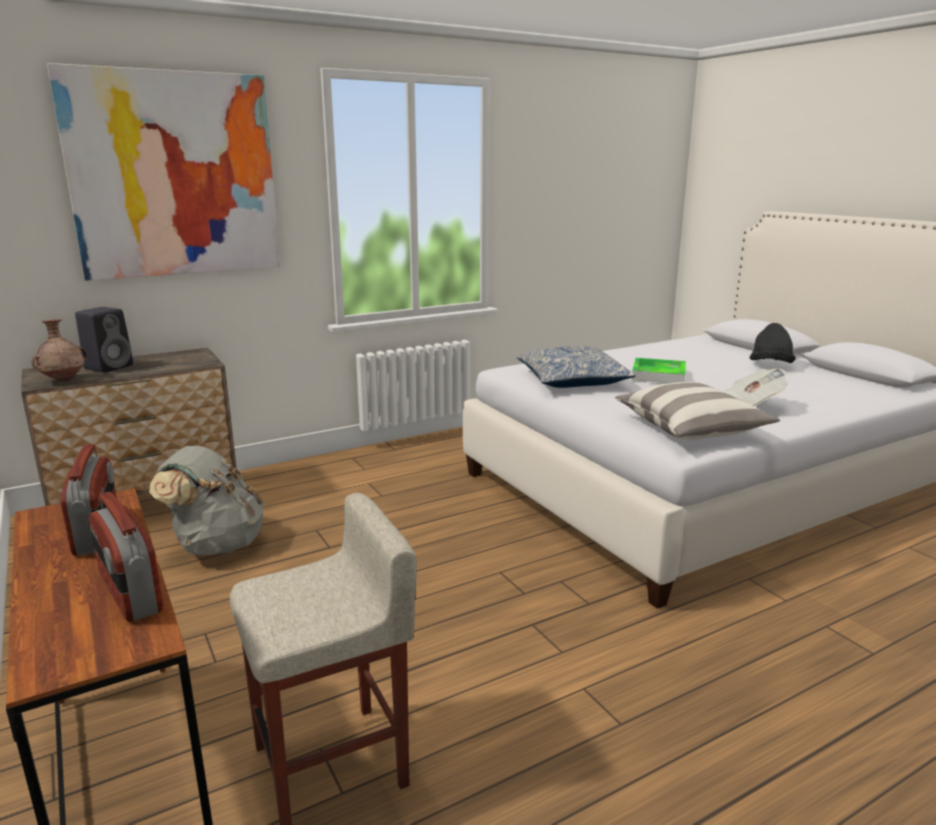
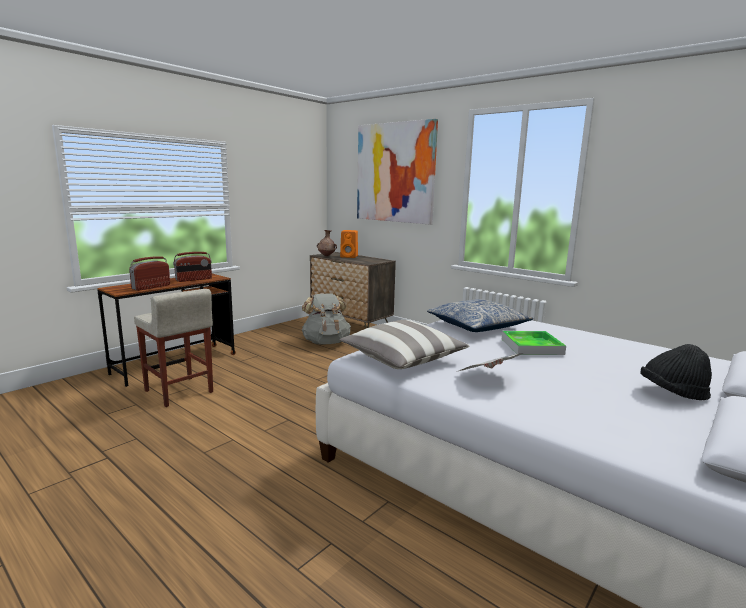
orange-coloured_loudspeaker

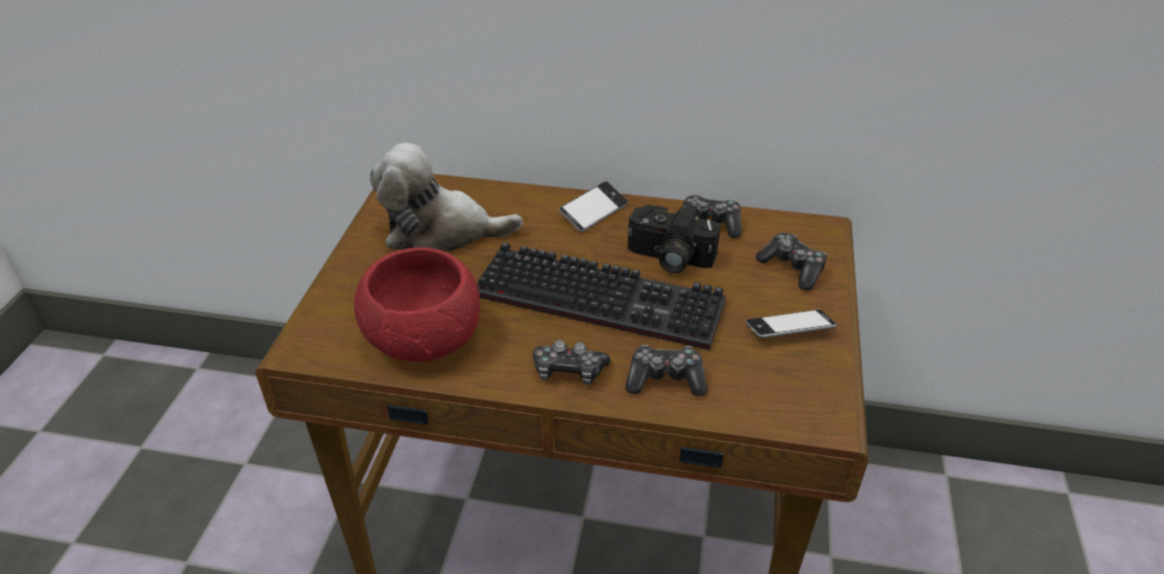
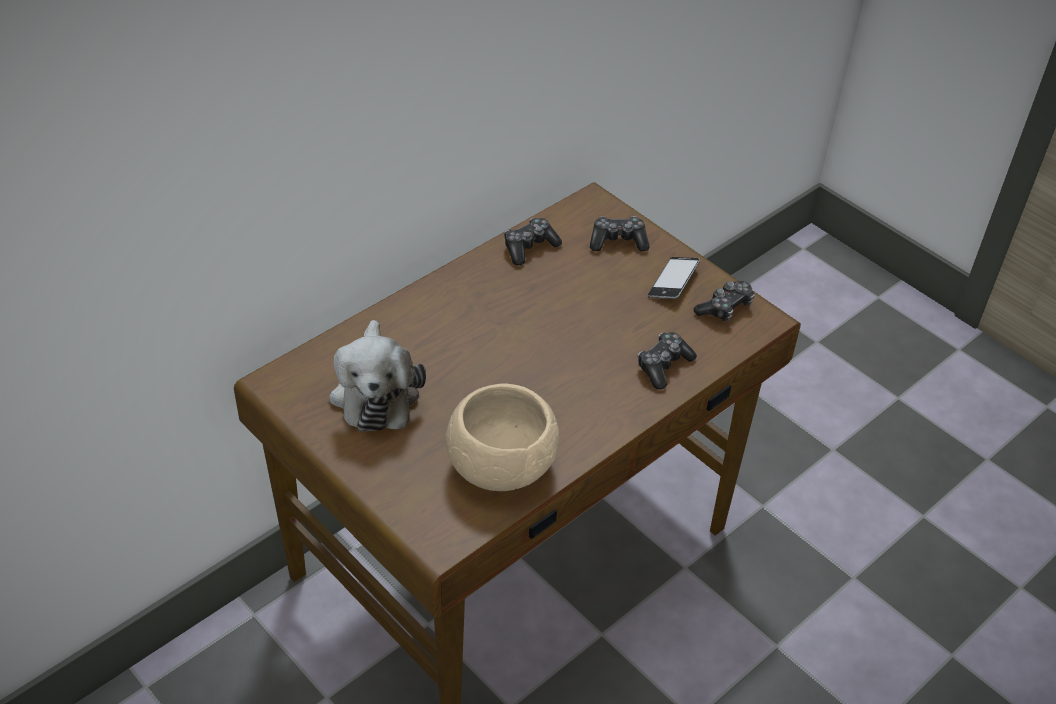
beige_bowl; soft_toy; PC_keyboard; game_controller (4th from left); telephone (1st from left in the first image); photo_camera

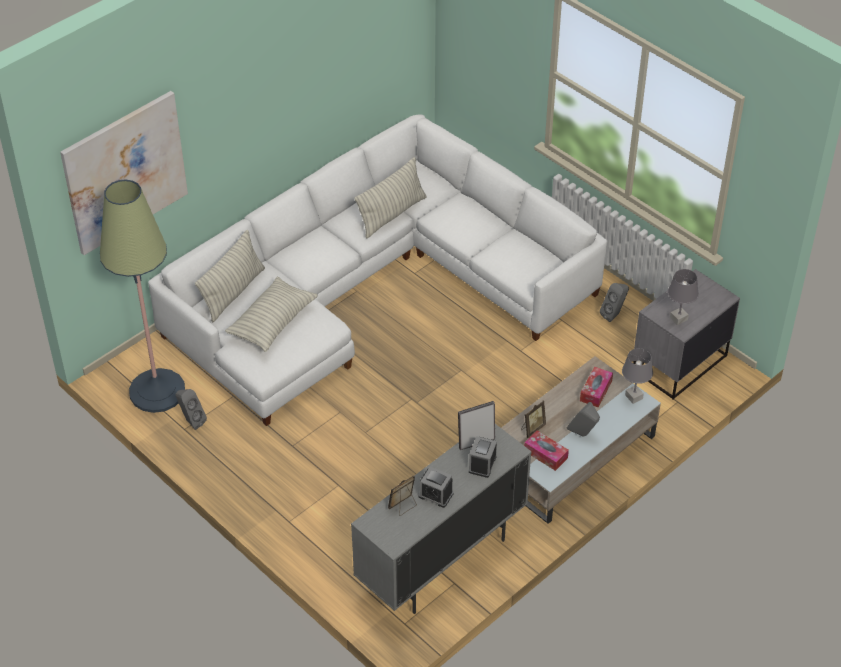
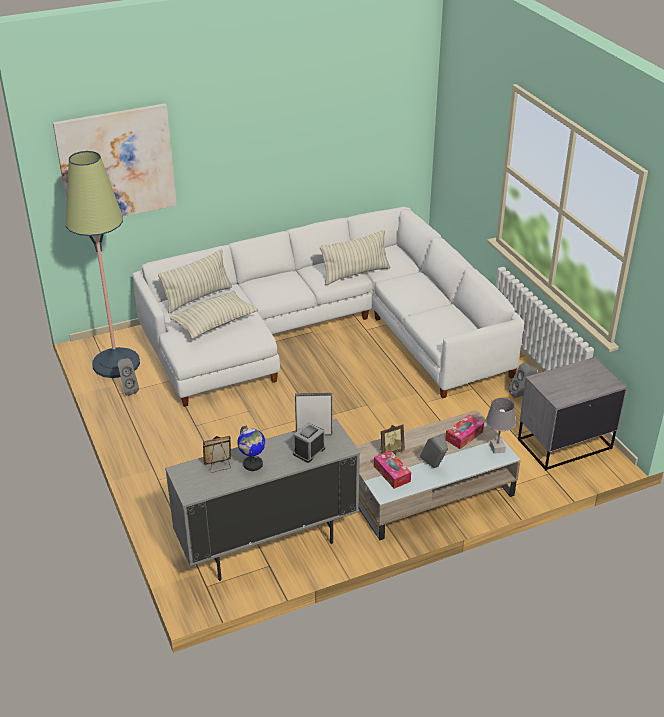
desk_globe; grey_lamp_for_a_table (2nd from left in the first image)

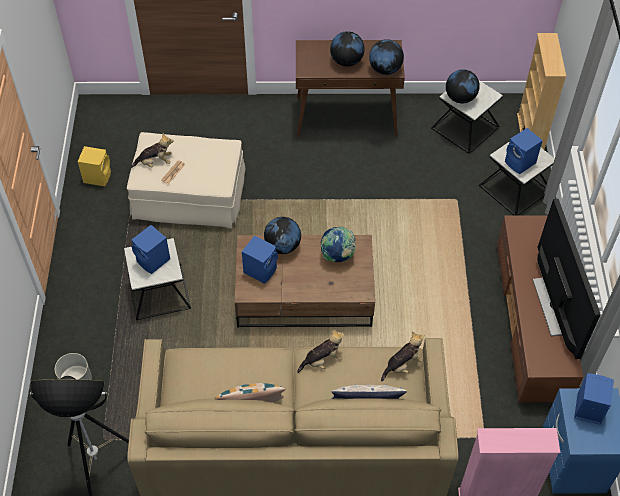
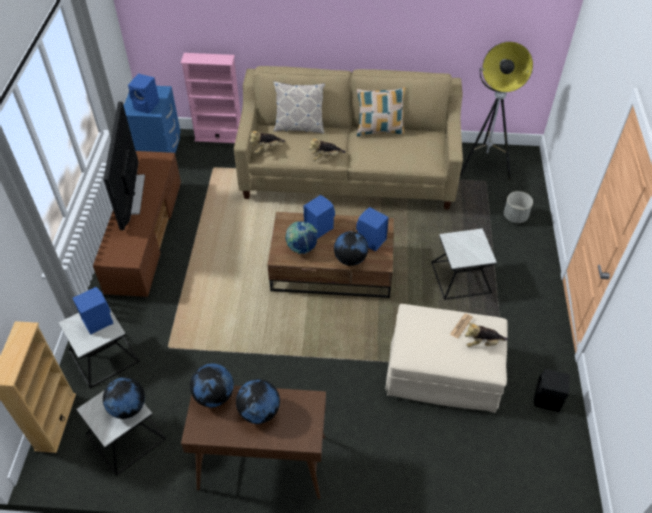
blackish_loudspeaker; bluish_loudspeaker (3rd from left)

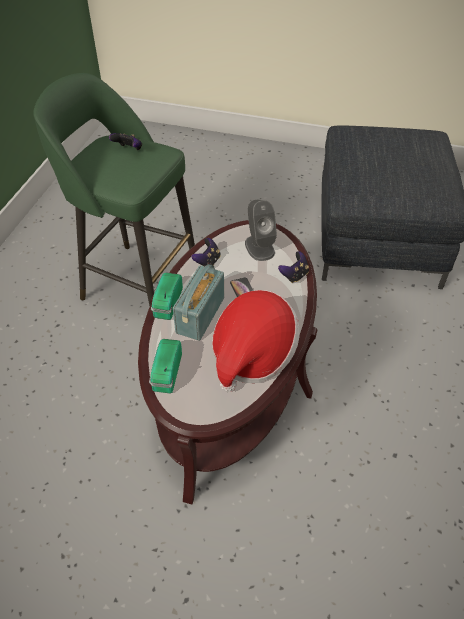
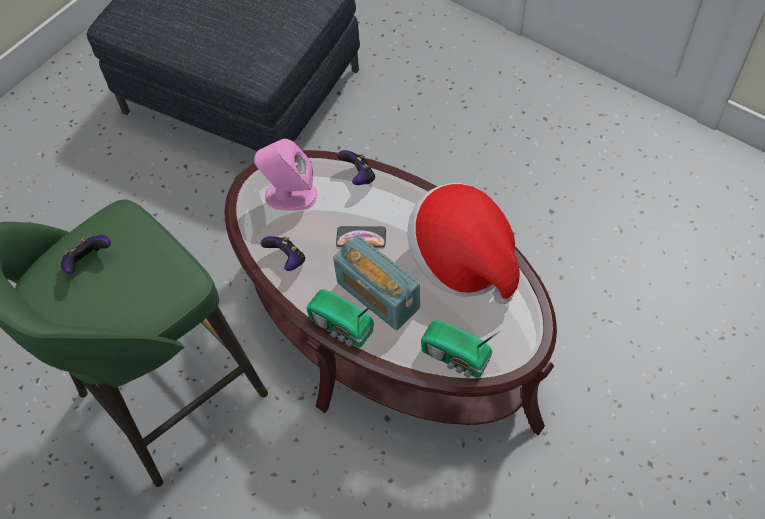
pinkish_loudspeaker

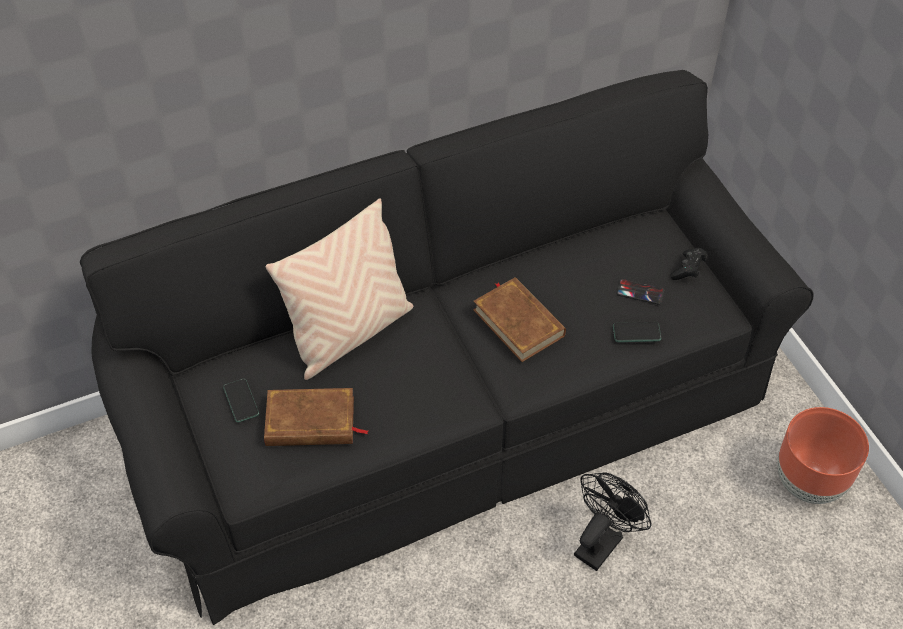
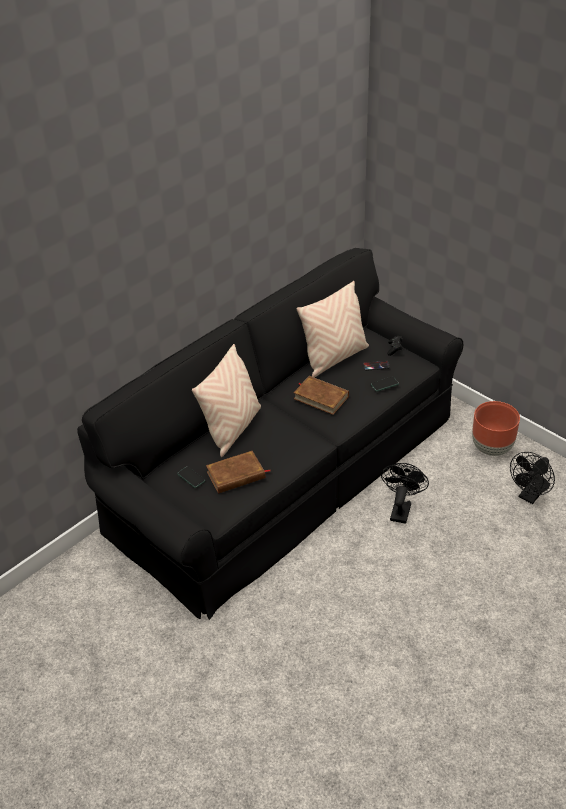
beige_throw_pillow (2nd from left); blackish_electric_fan (2nd from left)

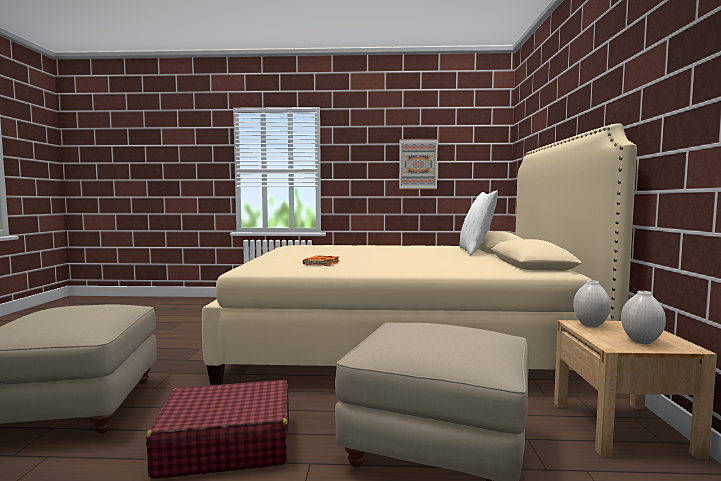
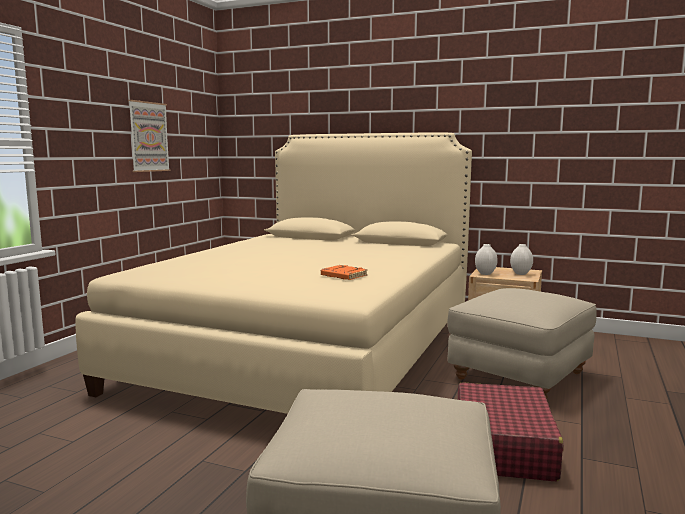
whitish_throw_pillow

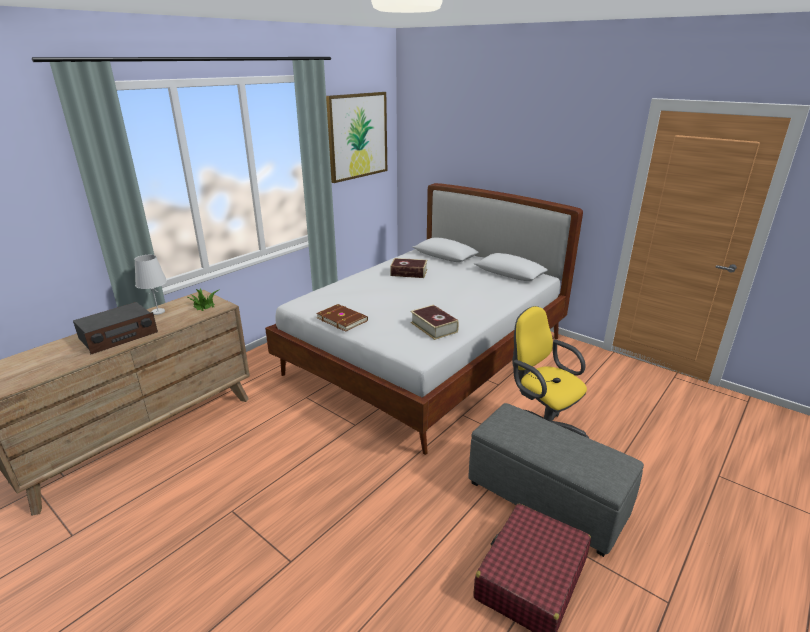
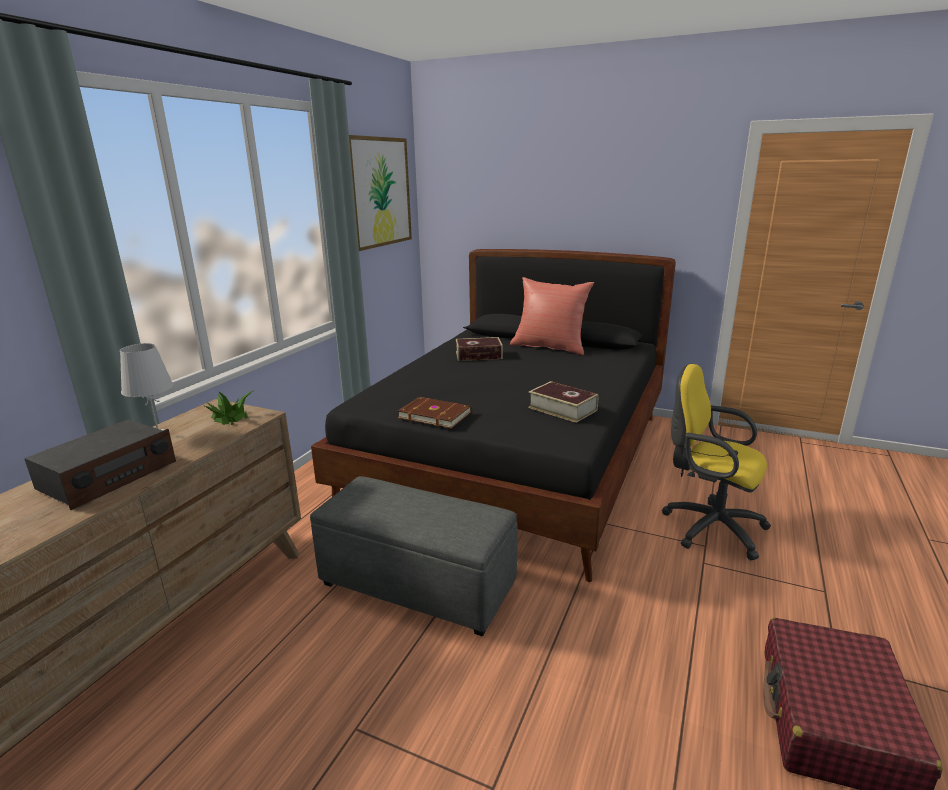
blackish_bedroom_bed; grey_ottoman; red-coloured_throw_pillow

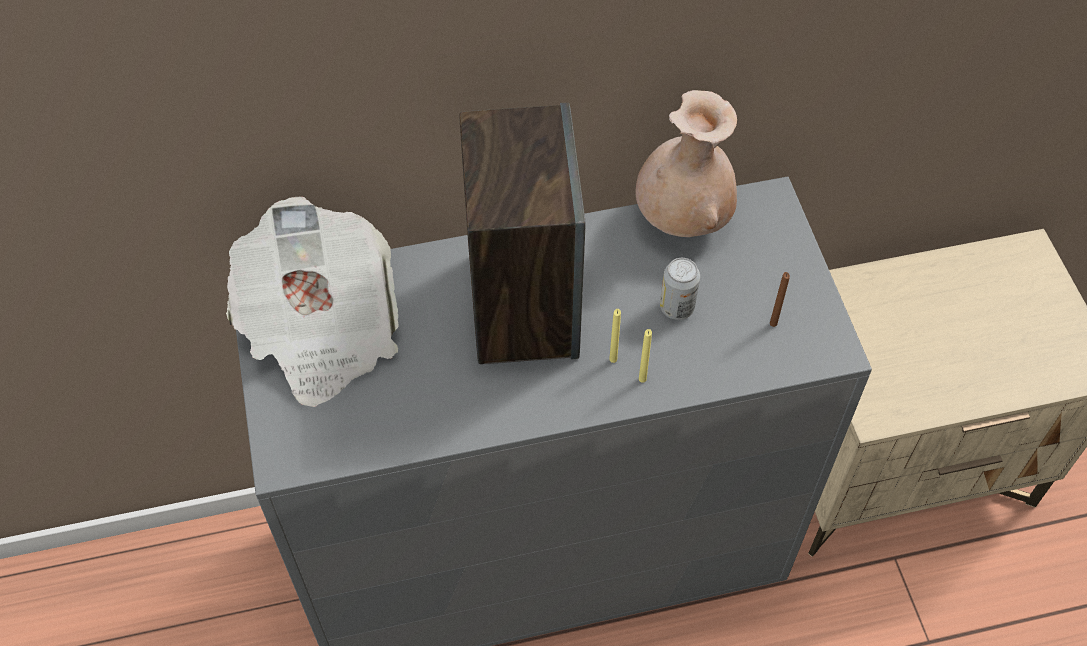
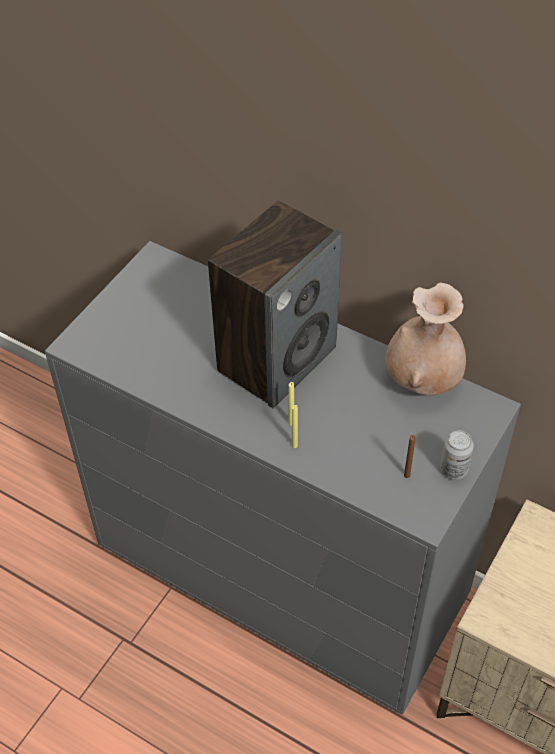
printed_paper; metal_can

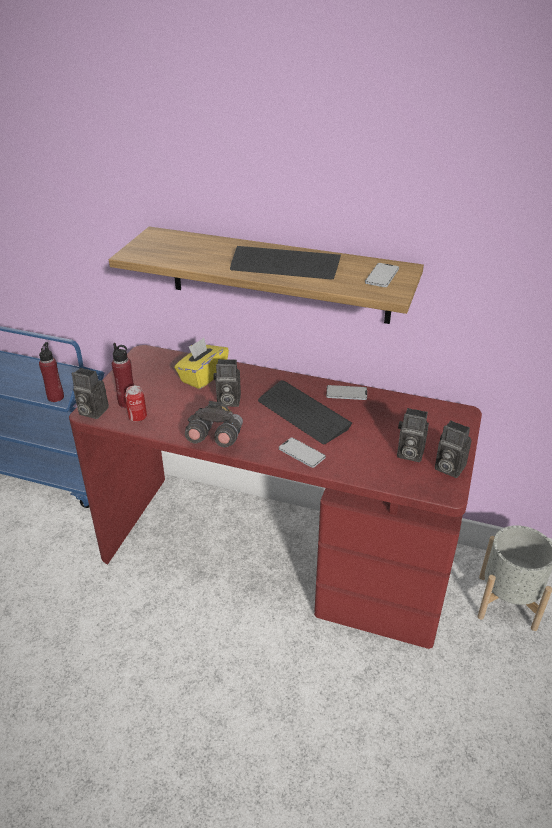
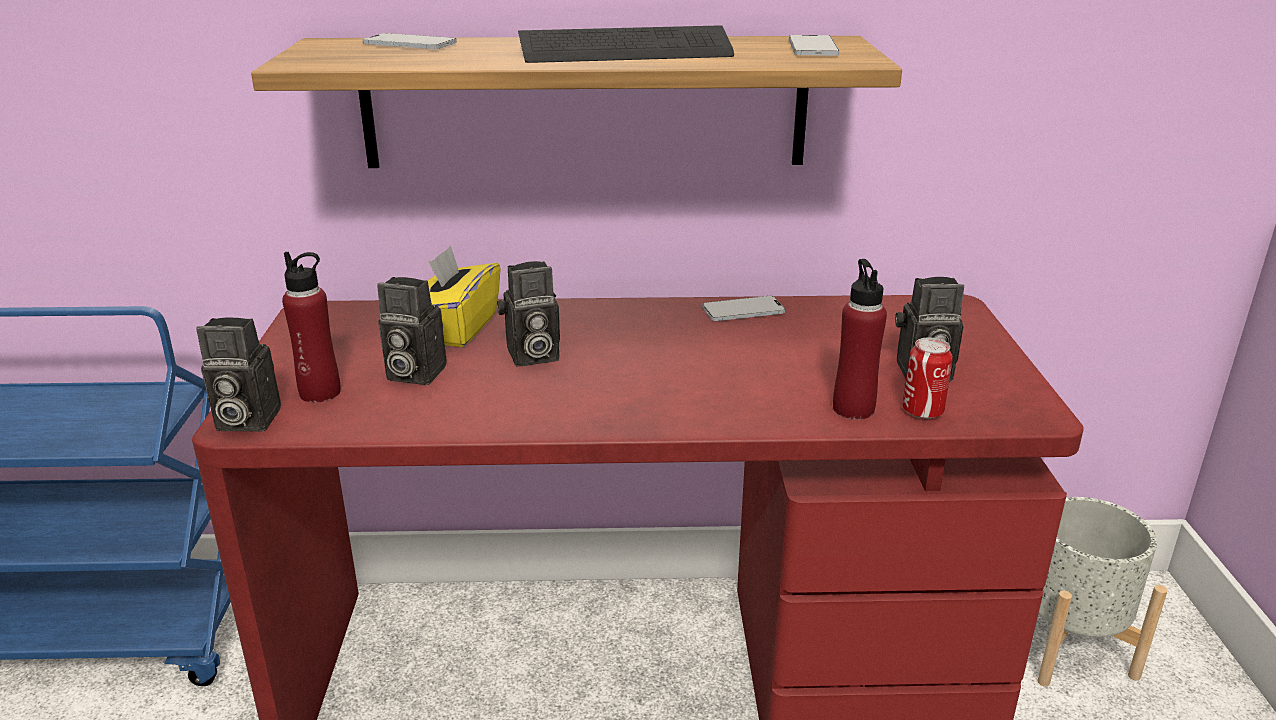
red-coloured_bottle (2nd from left); metal_can; grey_field_glasses; PC_keyboard (2nd from left in the first image); telephone (1st from left); photo_camera (2nd from left)

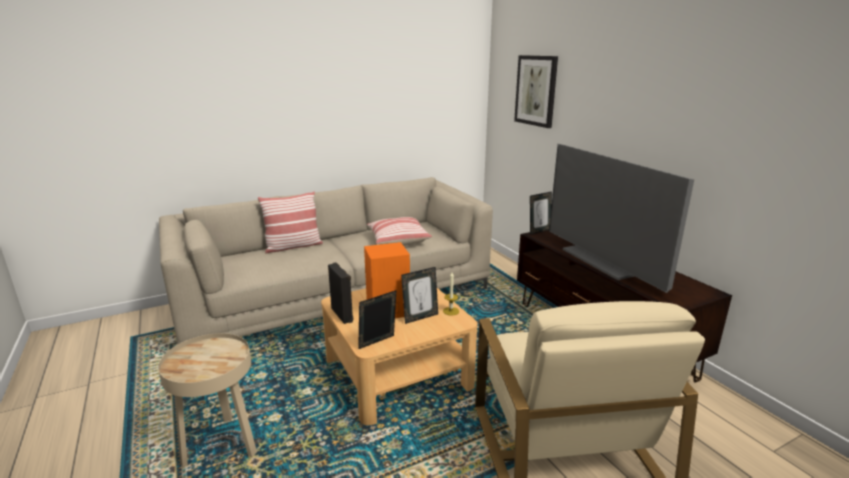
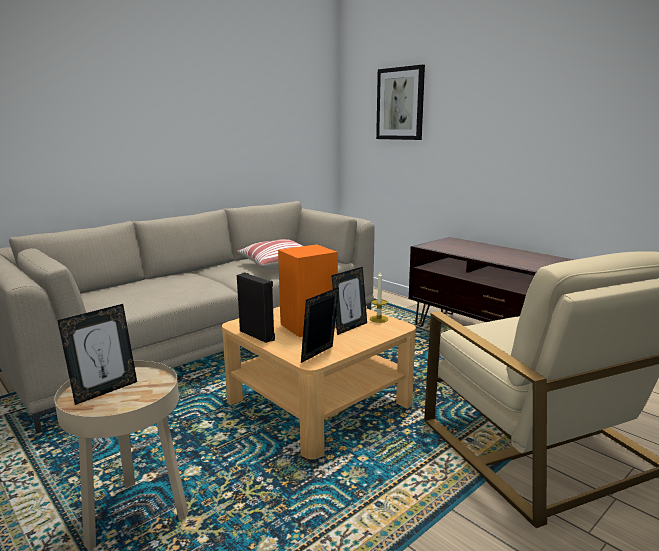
throw_pillow (1st from left in the first image); picture_frame (1st from left); television

